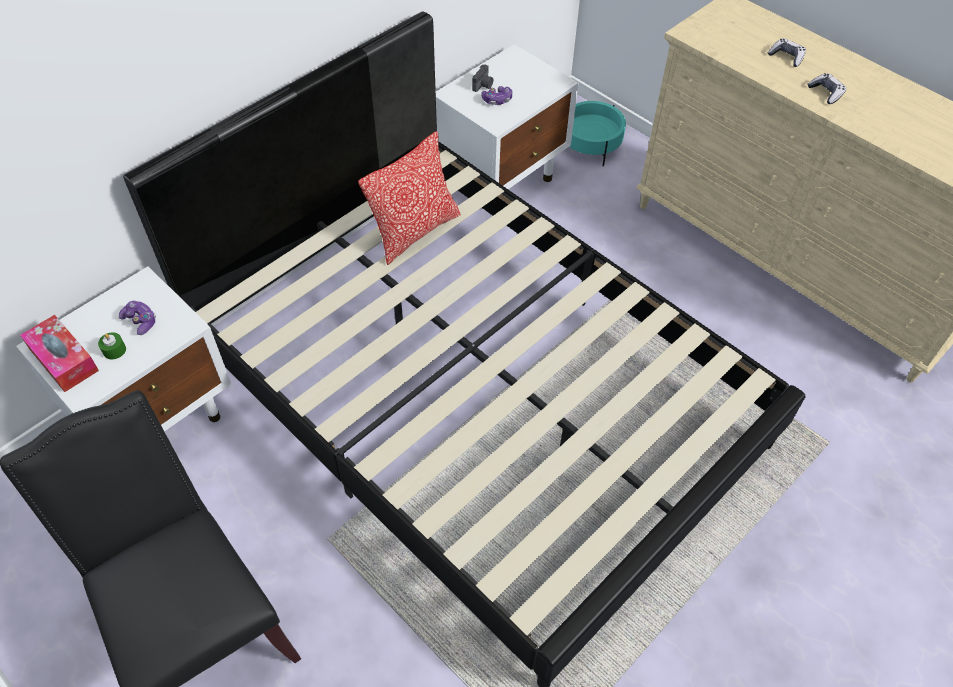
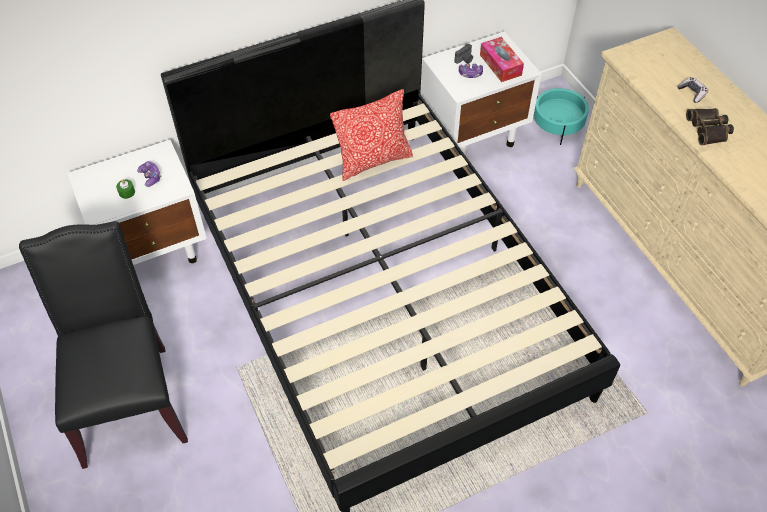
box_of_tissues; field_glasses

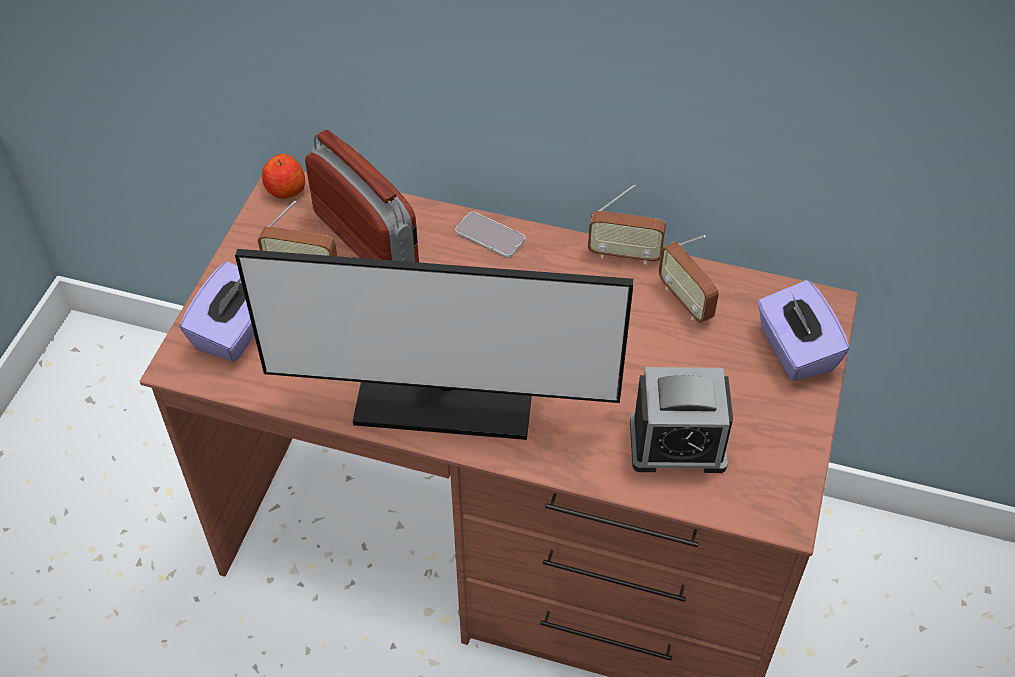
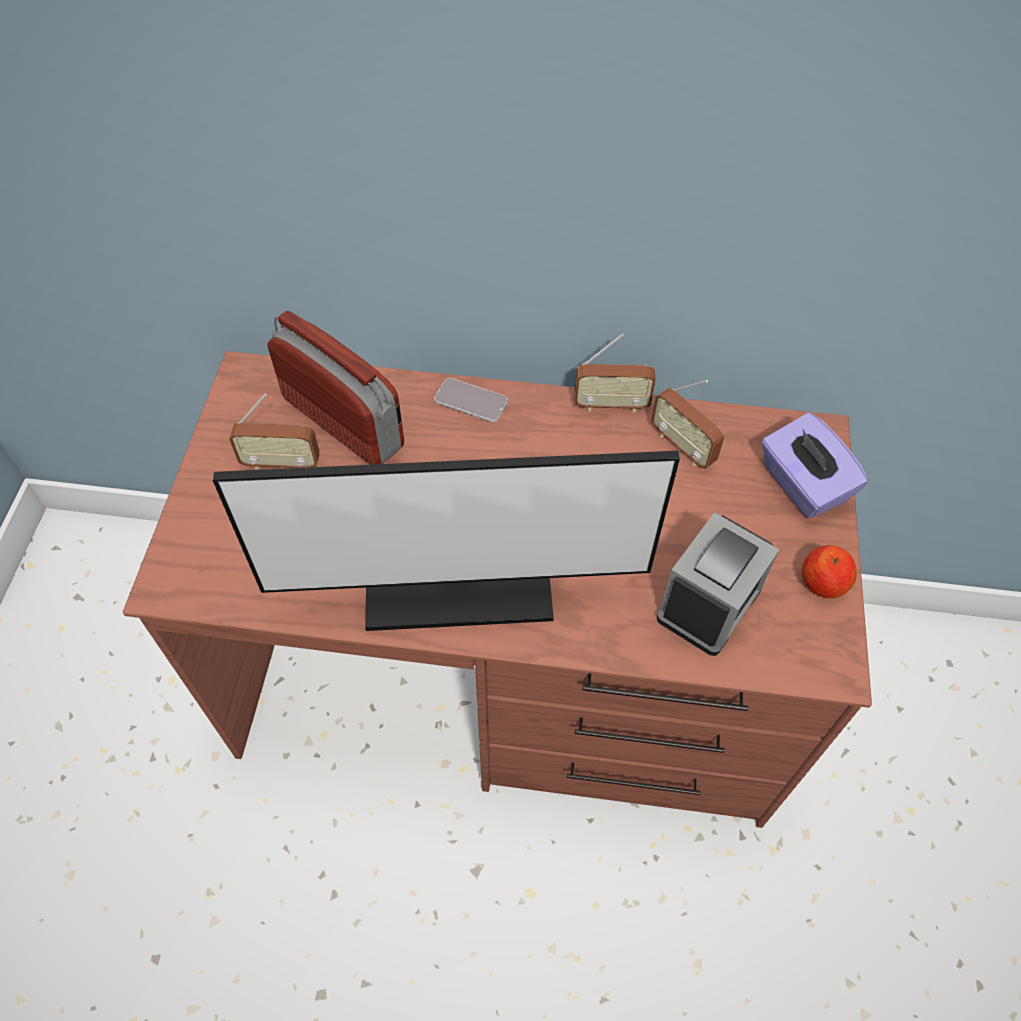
purple_box_of_tissues (1st from left in the first image); apple; alarm_clock

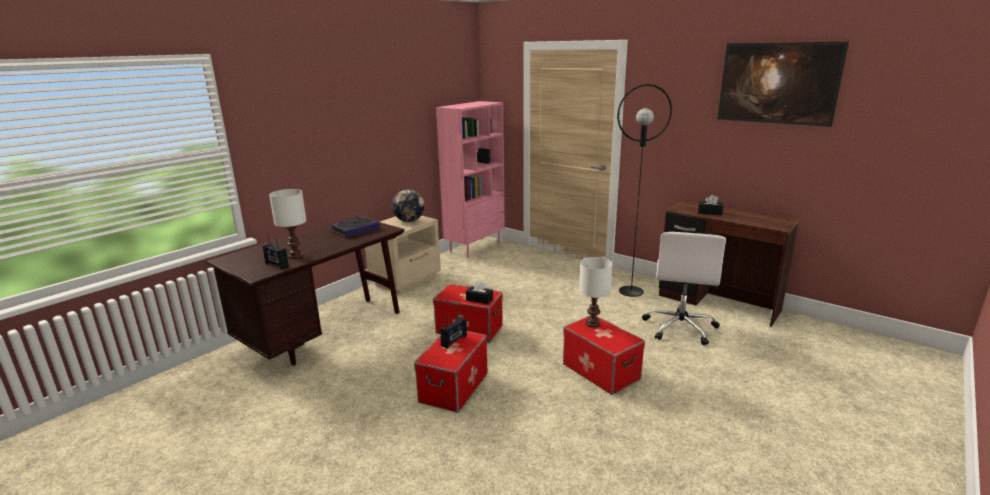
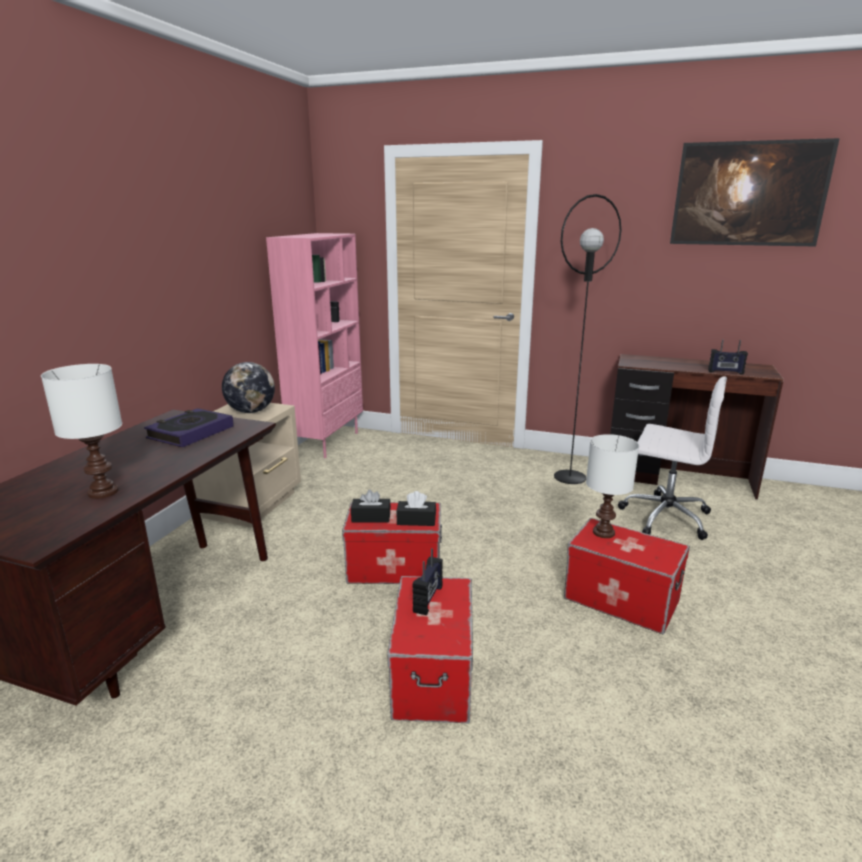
radio_set (2nd from left); whitish_office_chair; blackish_box_of_tissues (1st from left)

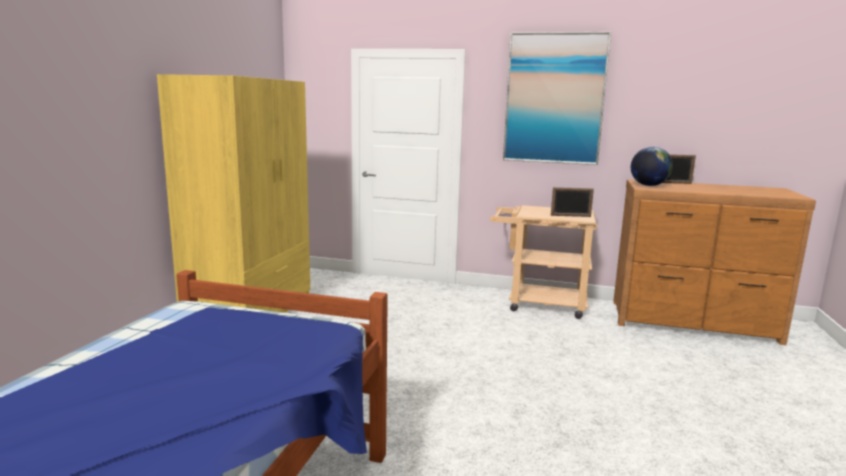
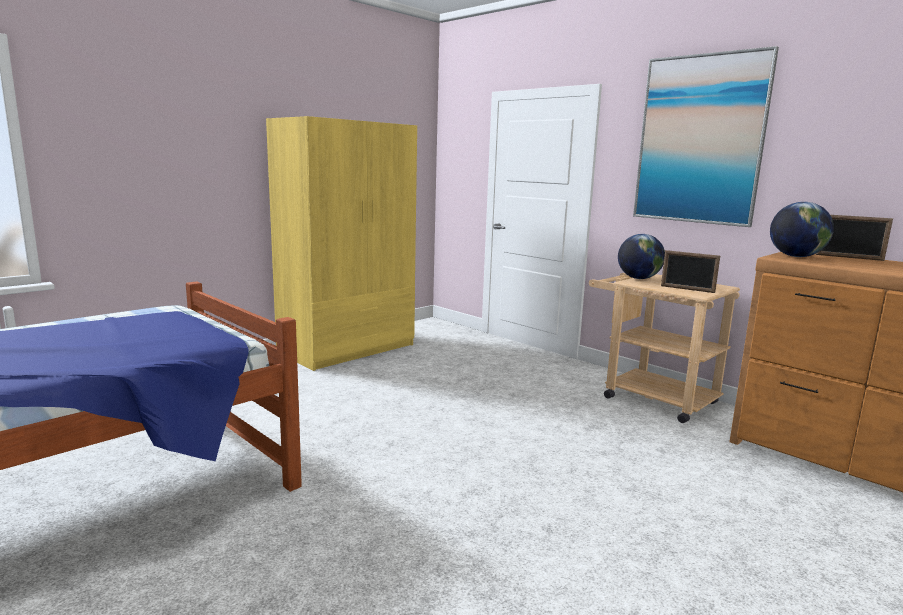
desk_globe (1st from left)

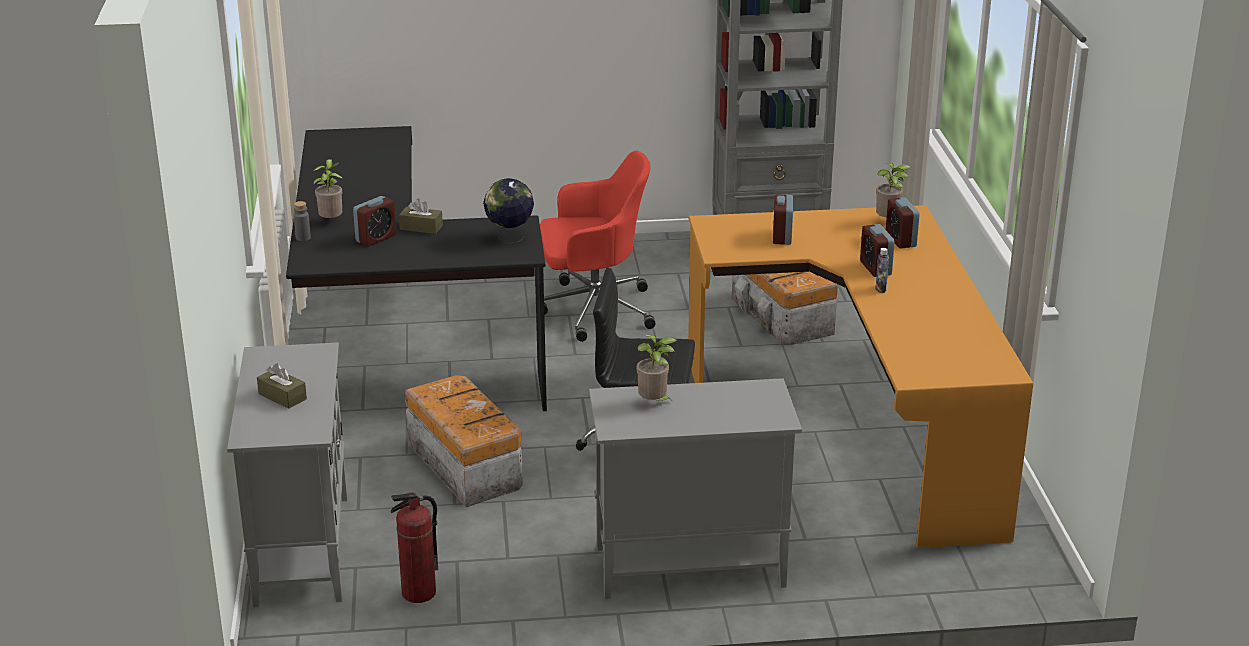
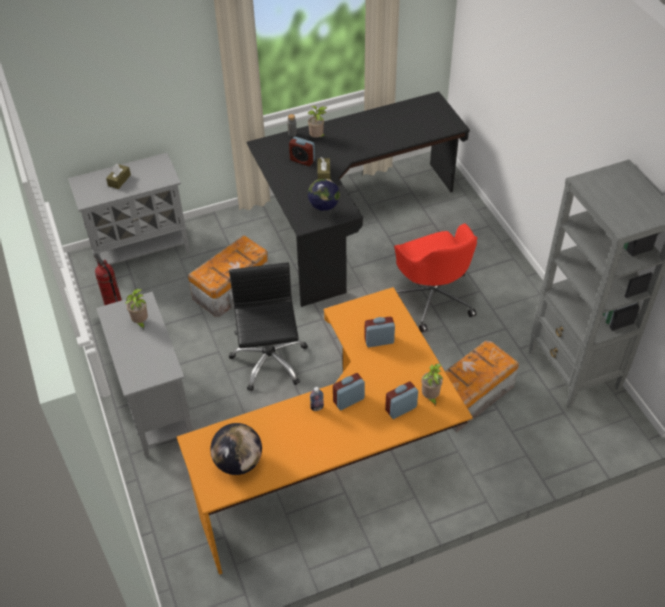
desk_globe (1st from left)

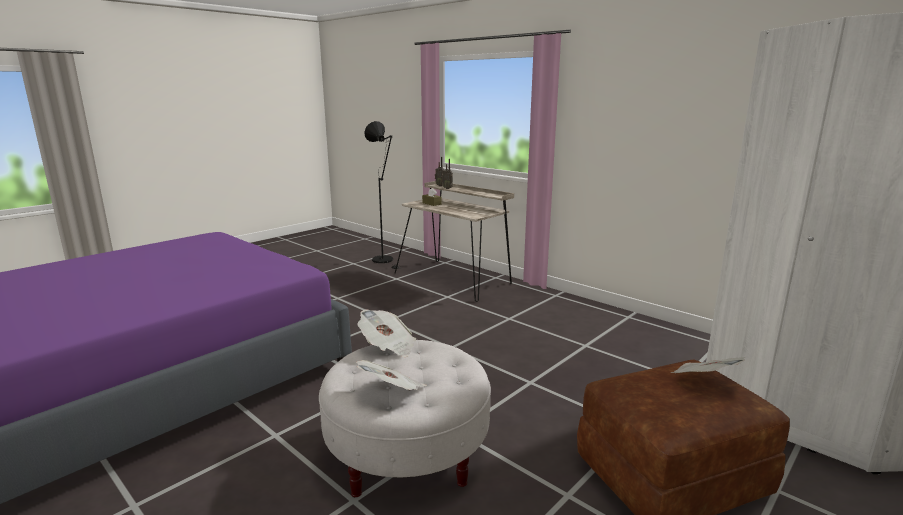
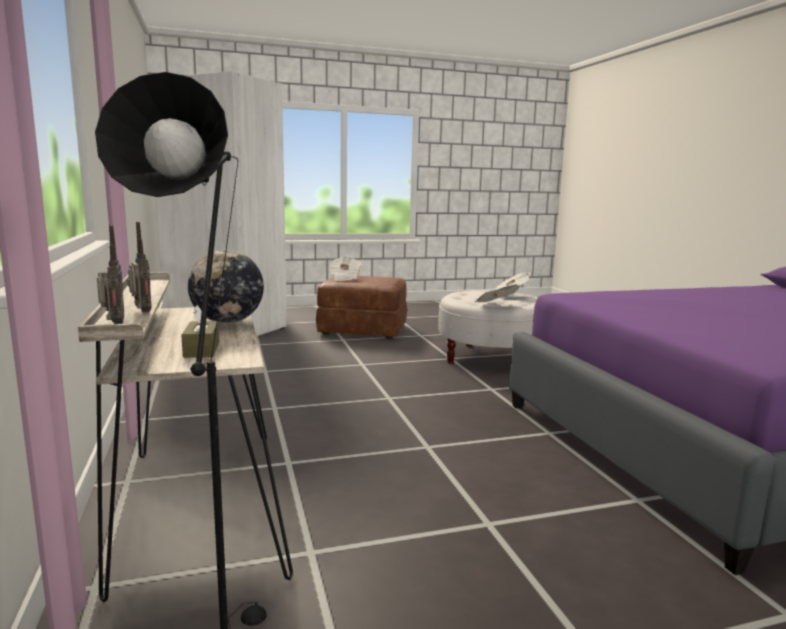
desk_globe

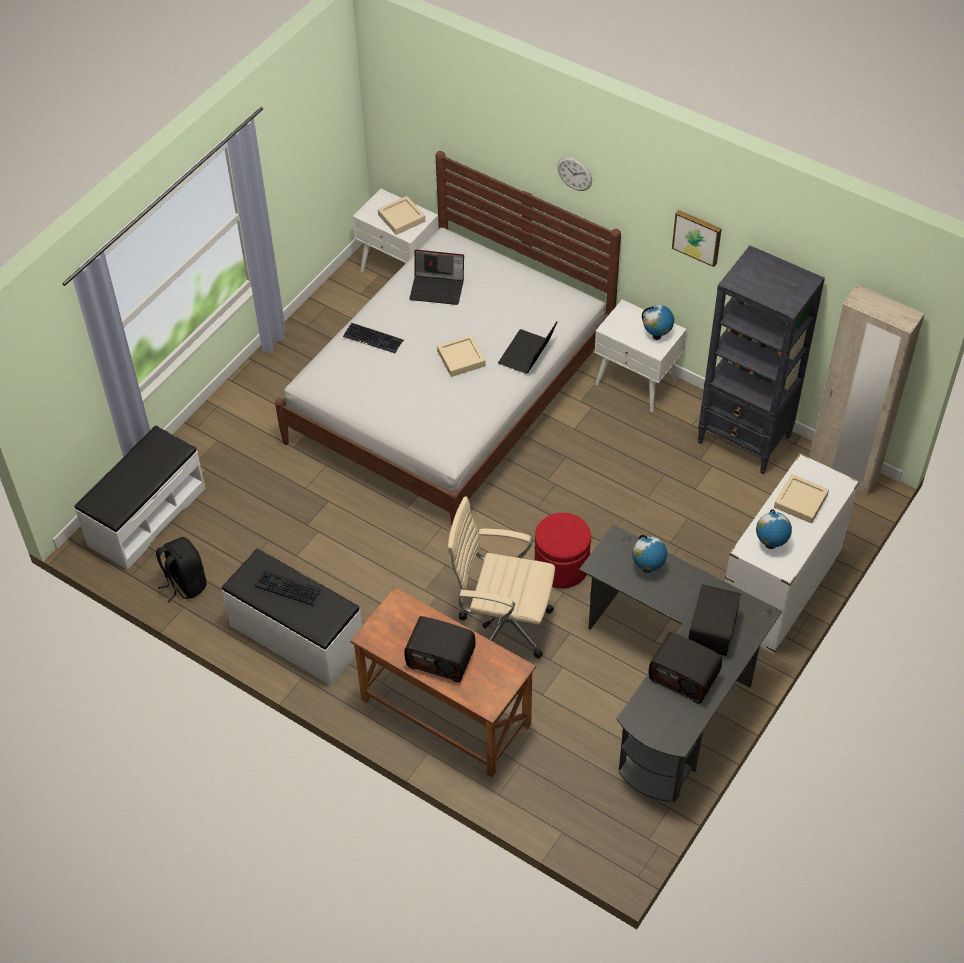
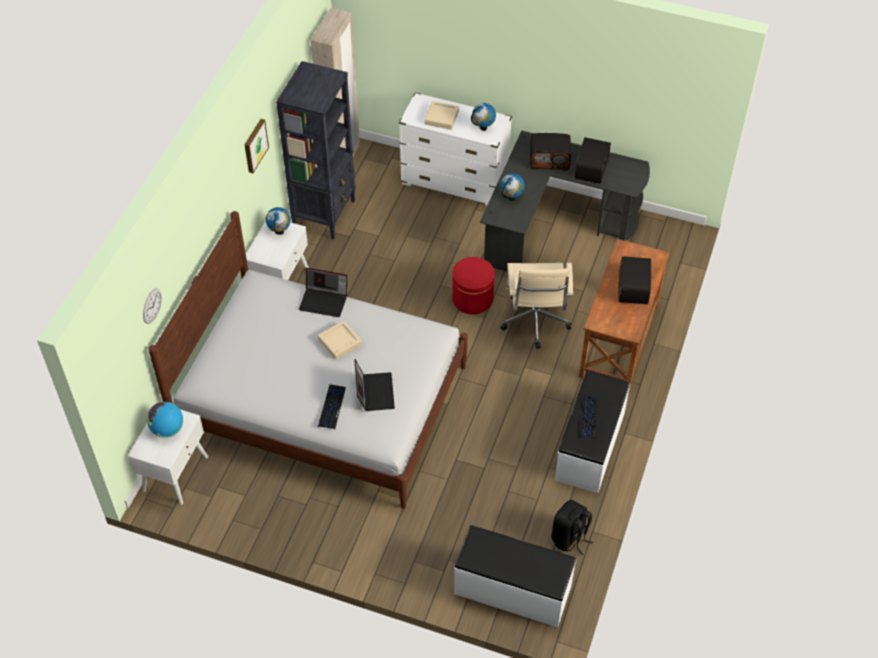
desk_globe (1st from left); notebook_computer (2nd from left); clock_on_the_wall

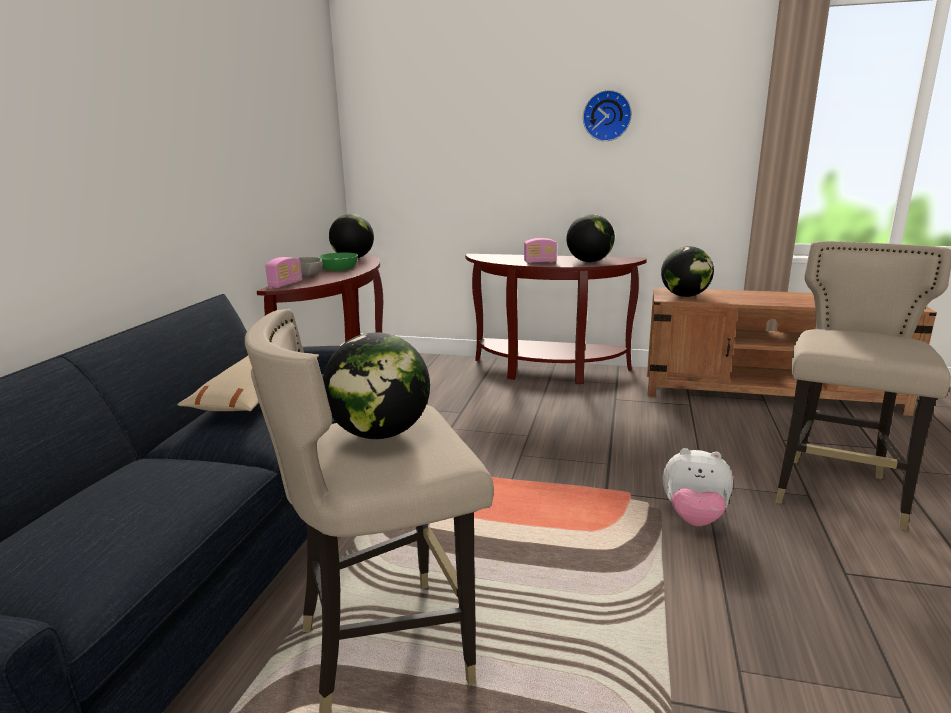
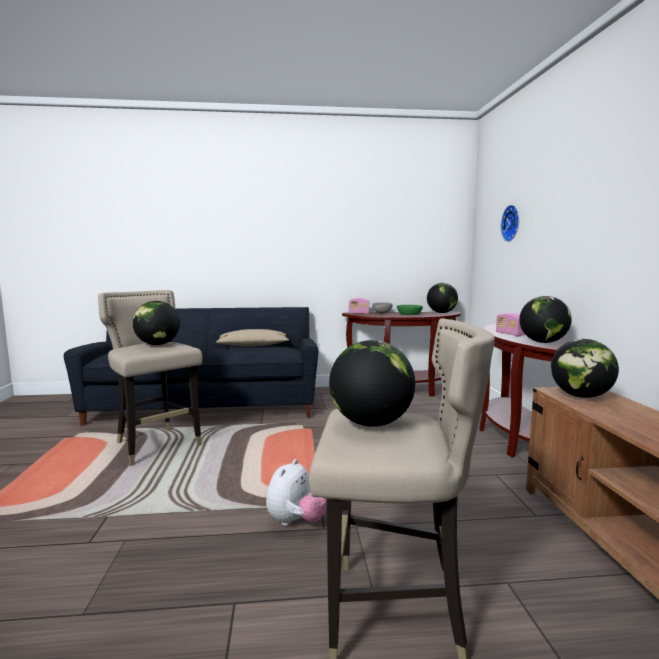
clock_on_the_wall; soft_toy; desk_globe (2nd from left)

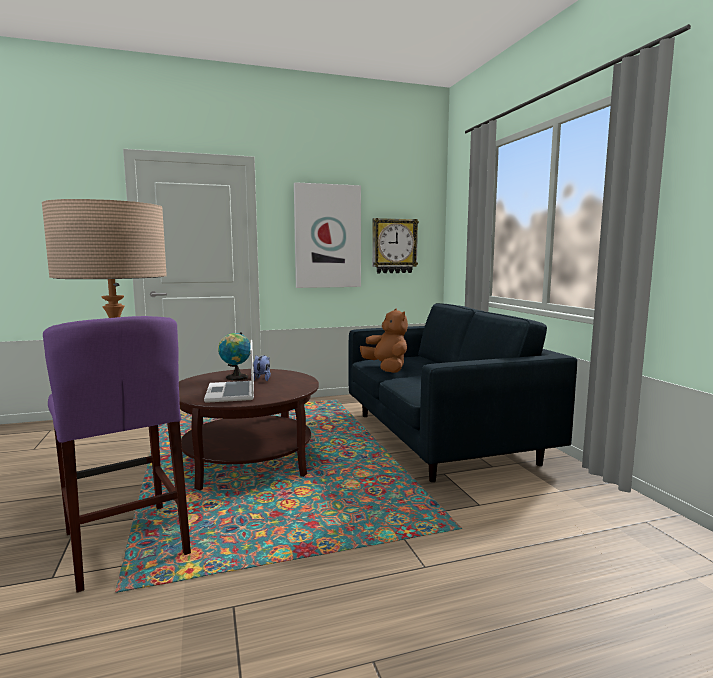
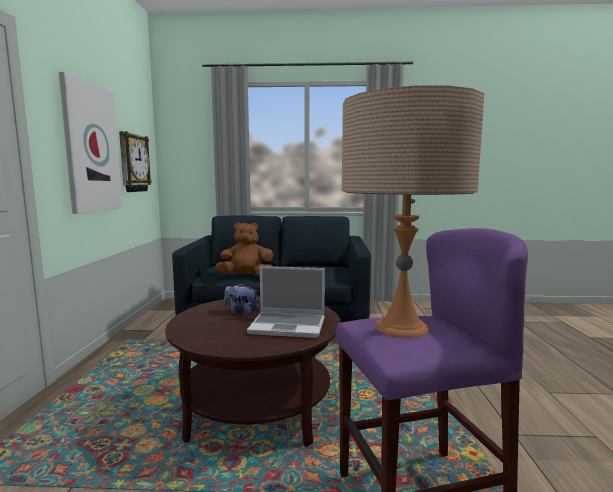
desk_globe

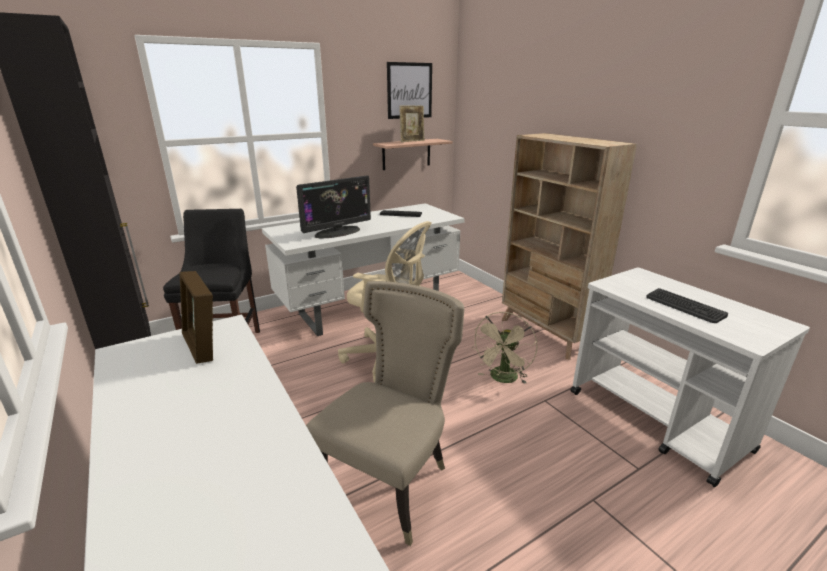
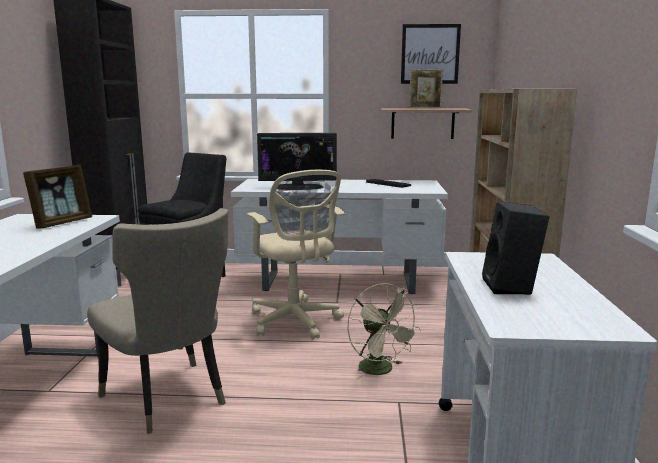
picture_frame (1st from left); beige_plain_chair; beige_electric_fan; blackish_loudspeaker

